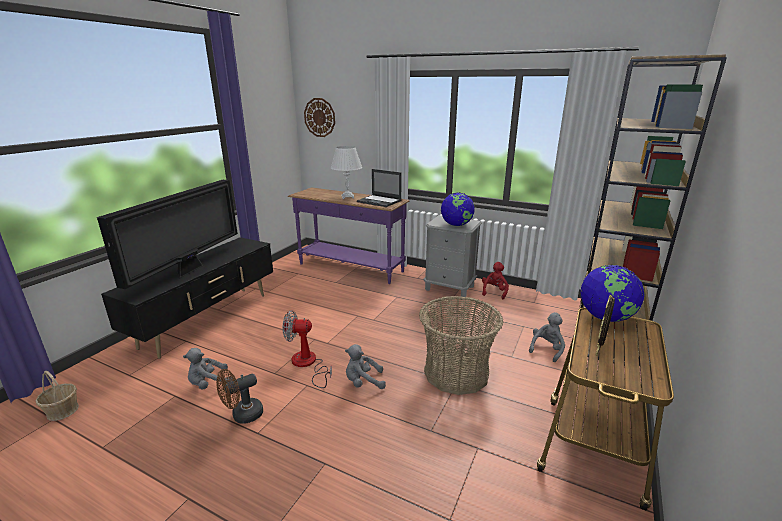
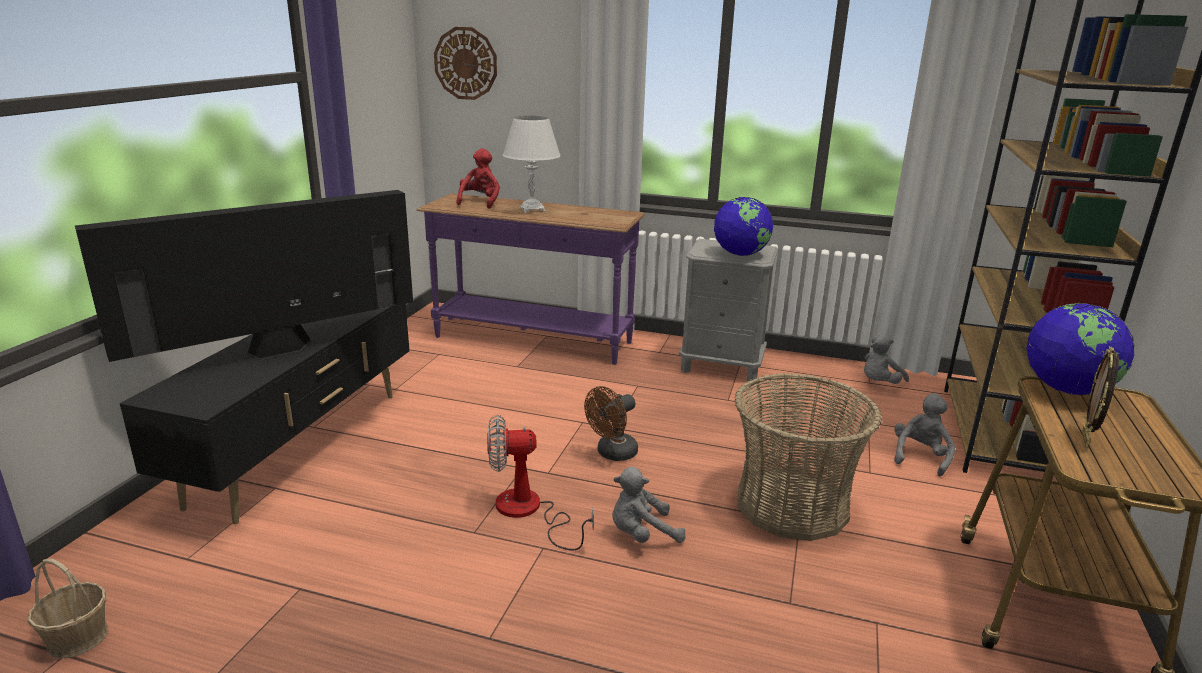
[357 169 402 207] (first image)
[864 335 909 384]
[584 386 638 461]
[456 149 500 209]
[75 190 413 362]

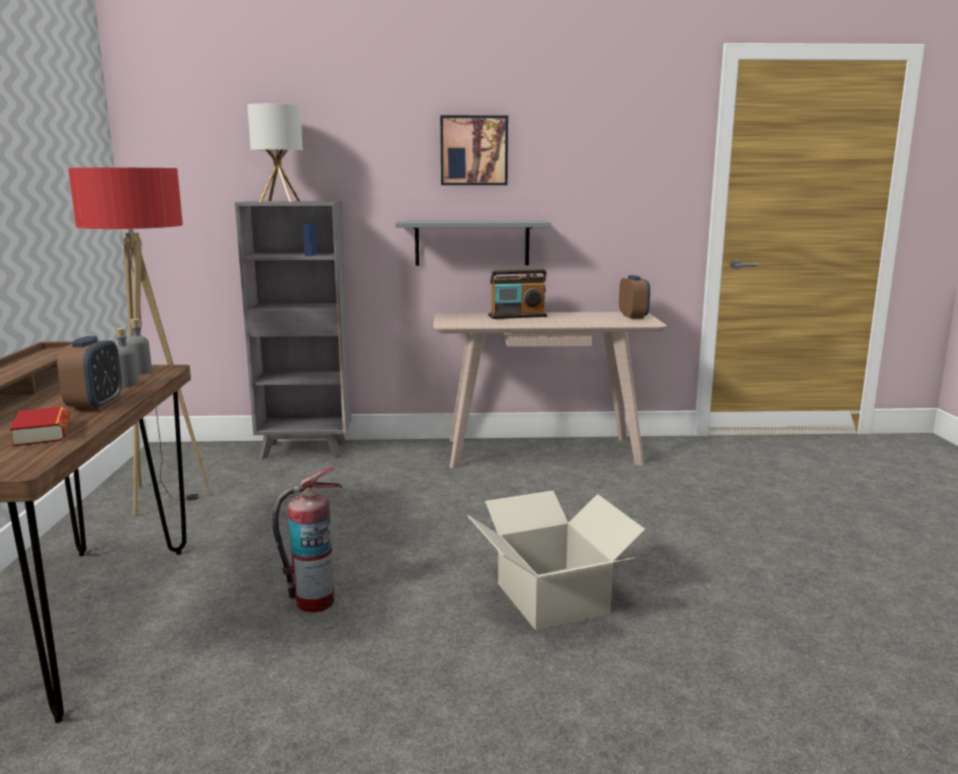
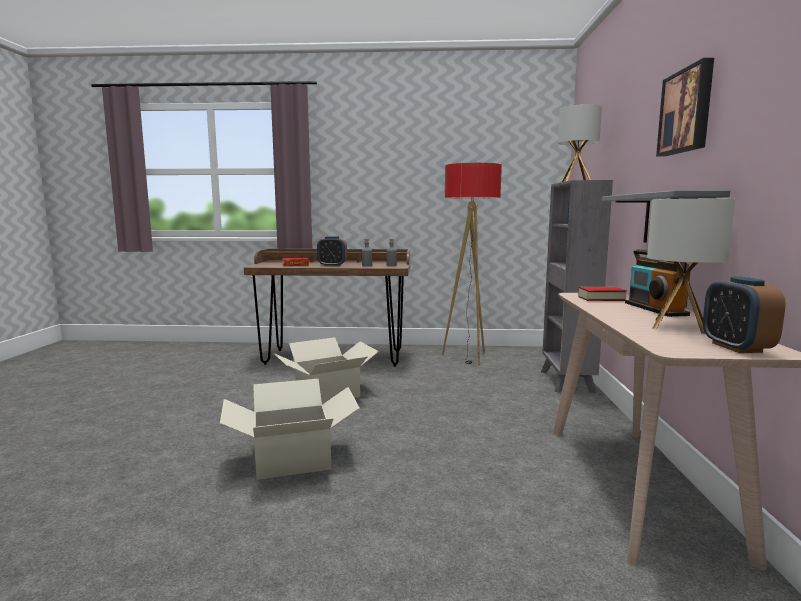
[578 287 627 301]
[647 198 735 334]
[274 337 379 404]
[703 277 786 353]

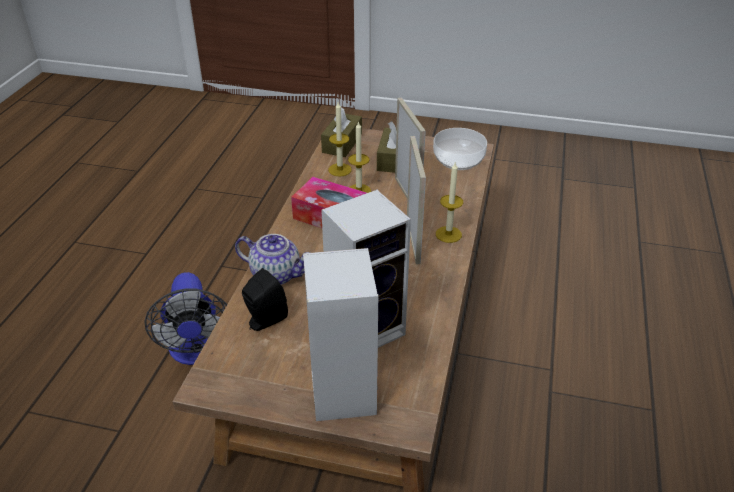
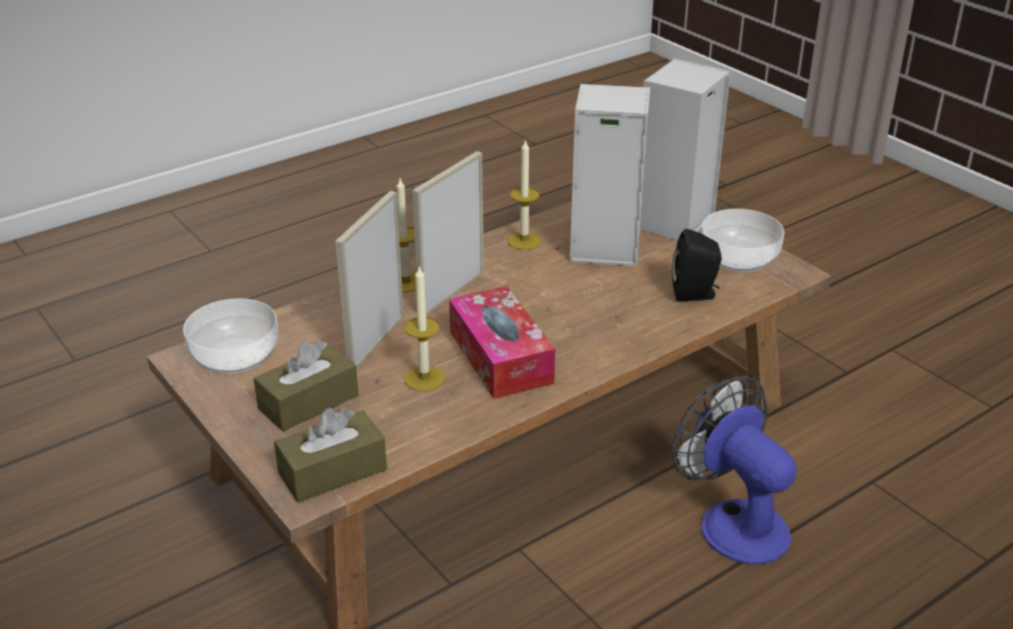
[235 234 310 285] (first image)
[701 209 785 273]
[507 139 542 250]
[673 376 797 565]

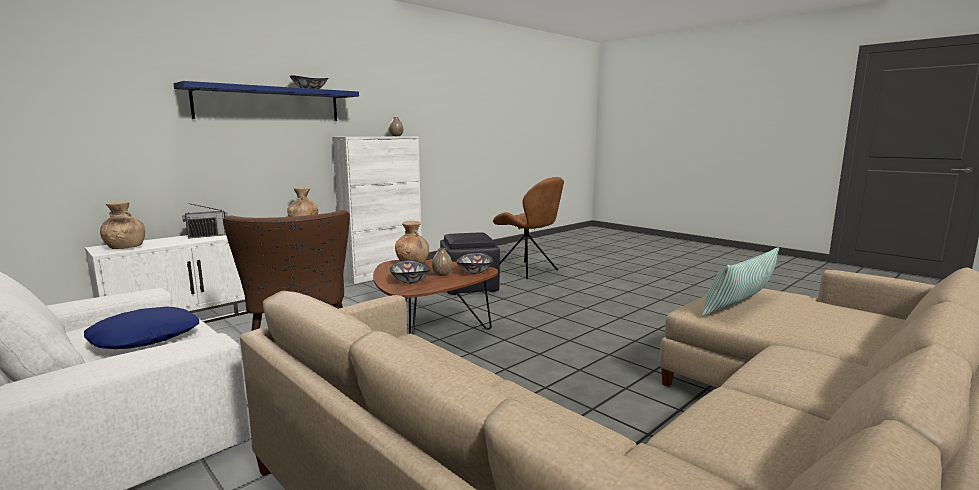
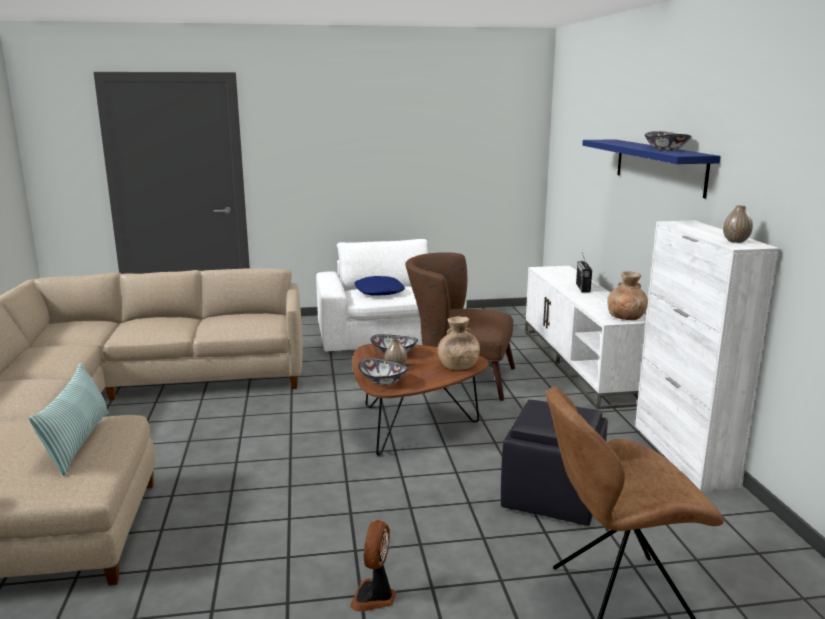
[100 202 145 249] (first image)
[350 520 396 611]

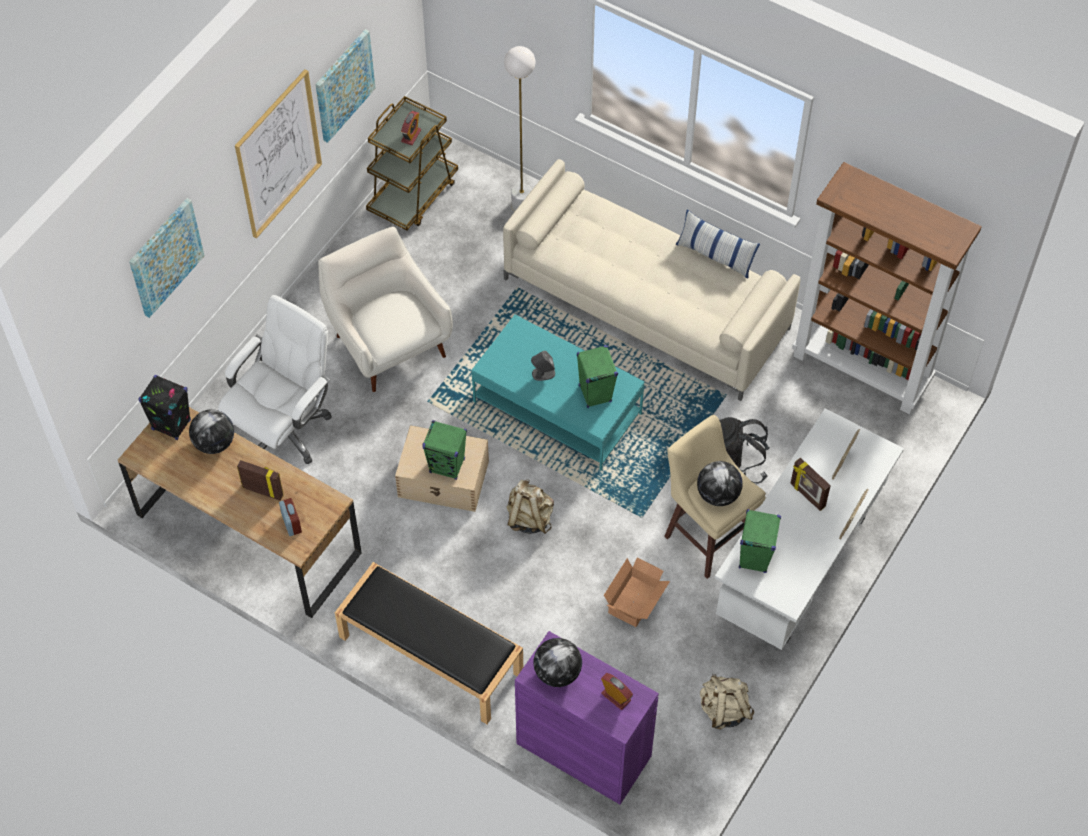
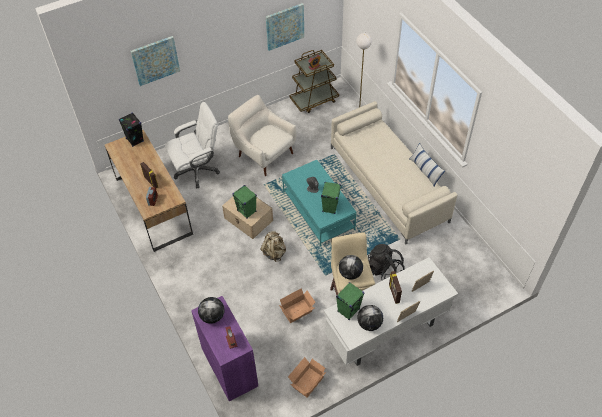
[235 69 322 239] (first image)
[335 562 523 724] (first image)
[792 162 982 414] (first image)
[357 305 383 331]
[288 357 326 397]
[228 95 297 176]

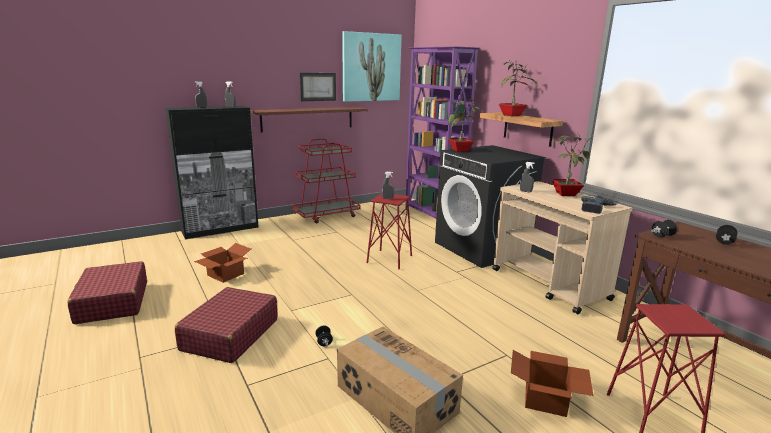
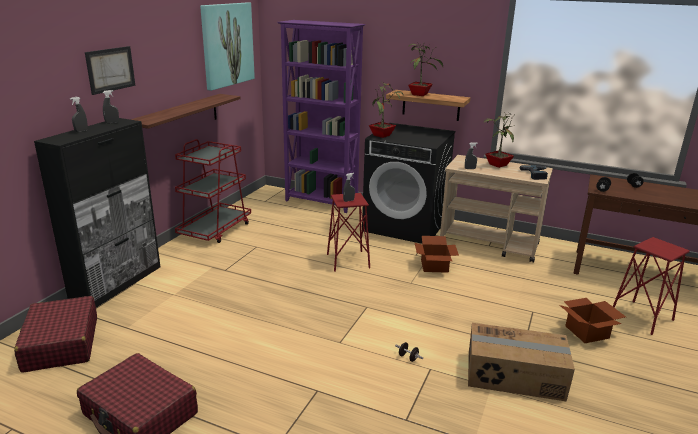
[14 296 97 373]
[415 236 459 273]
[85 46 135 95]

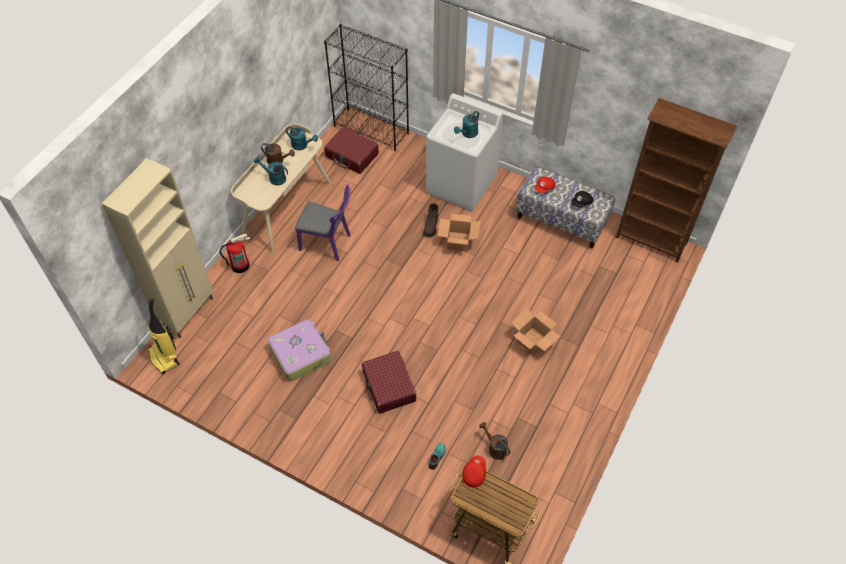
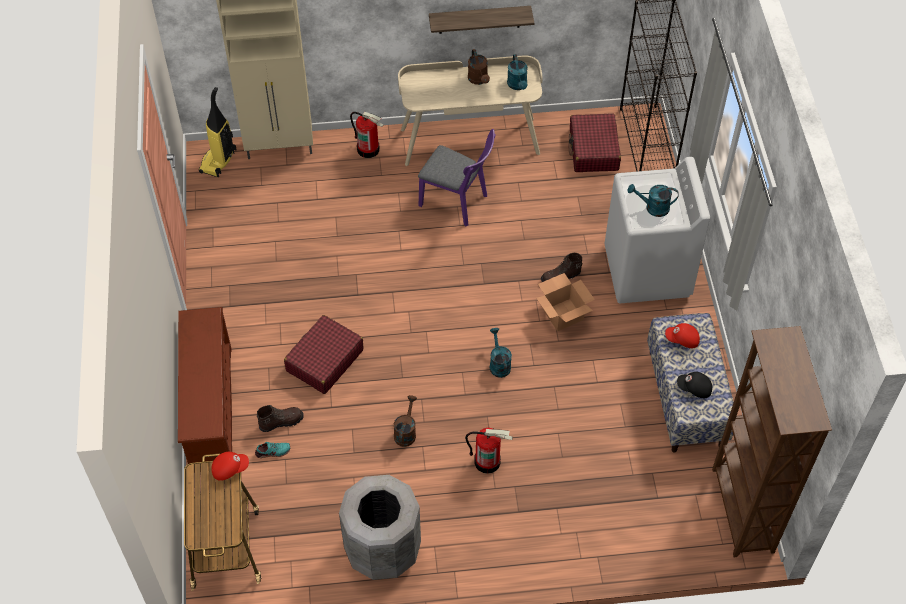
[268 319 331 381] (first image)
[178 307 232 473]
[257 405 304 432]
[339 475 421 580]
[429 6 534 34]
[490 328 512 378]
[394 395 417 447]
[465 428 513 474]
[418 129 495 226]

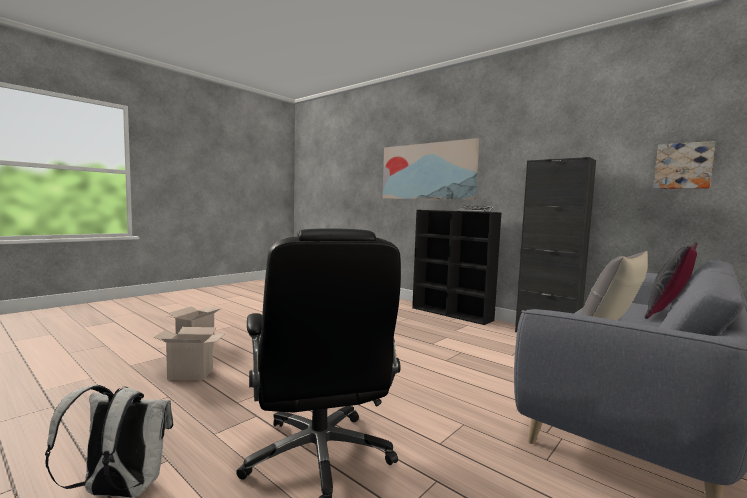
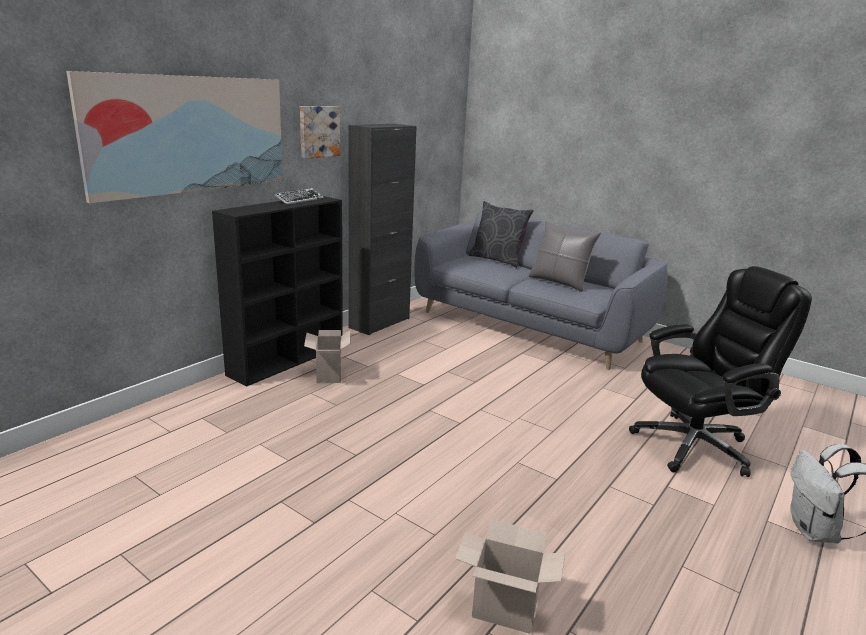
[304 330 351 383]
[300 106 340 159]

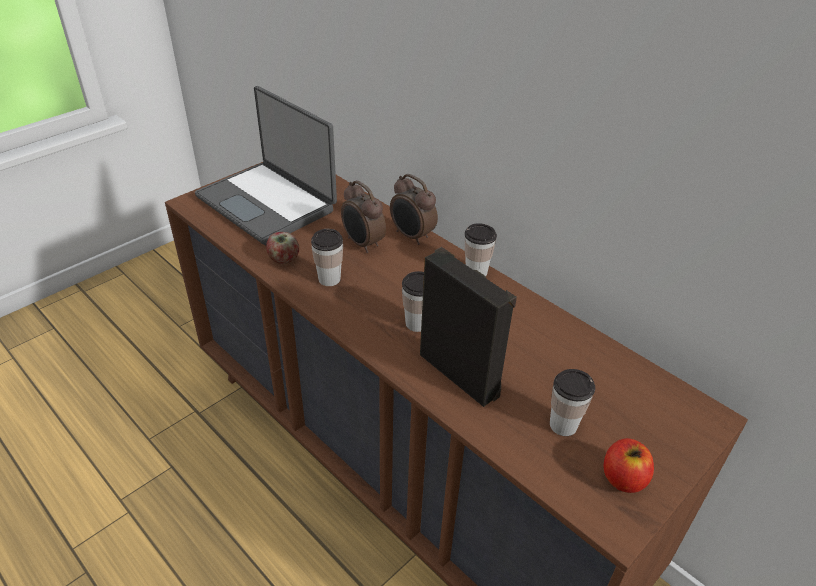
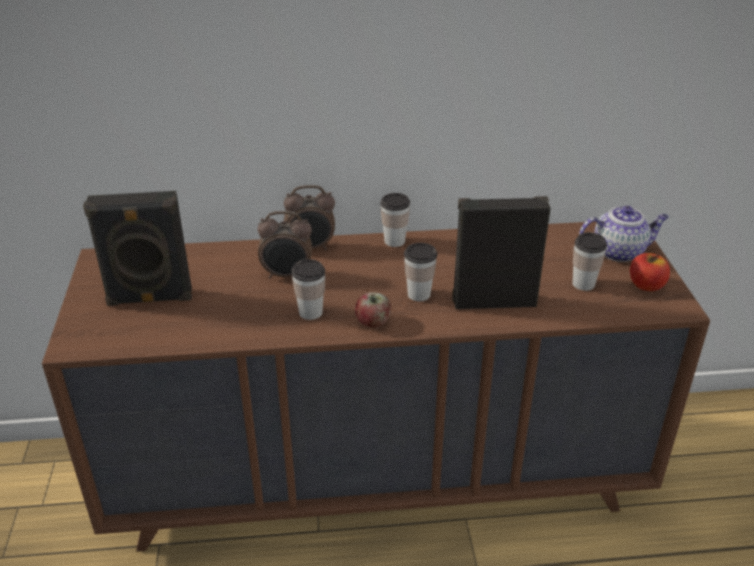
[579 206 669 262]
[355 292 391 327]
[83 191 192 306]

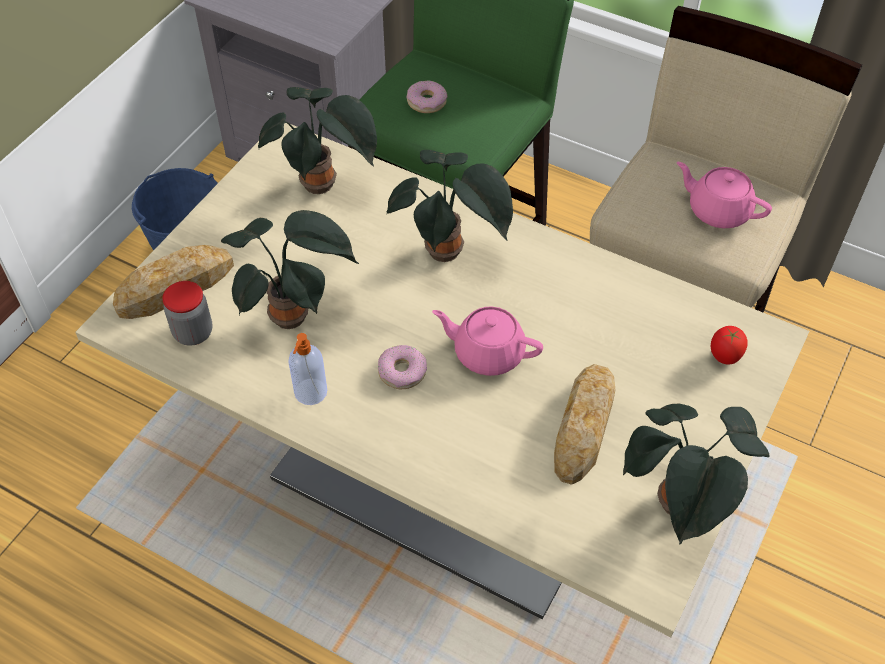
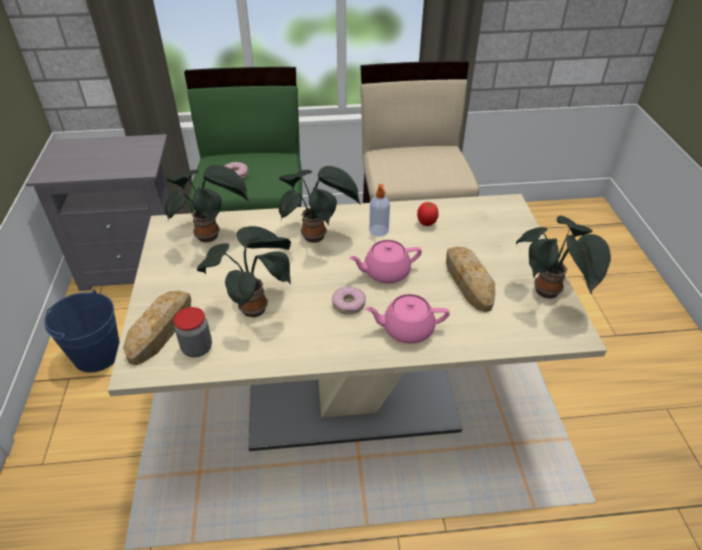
[369 184 390 237]
[365 294 450 344]
[417 202 439 226]

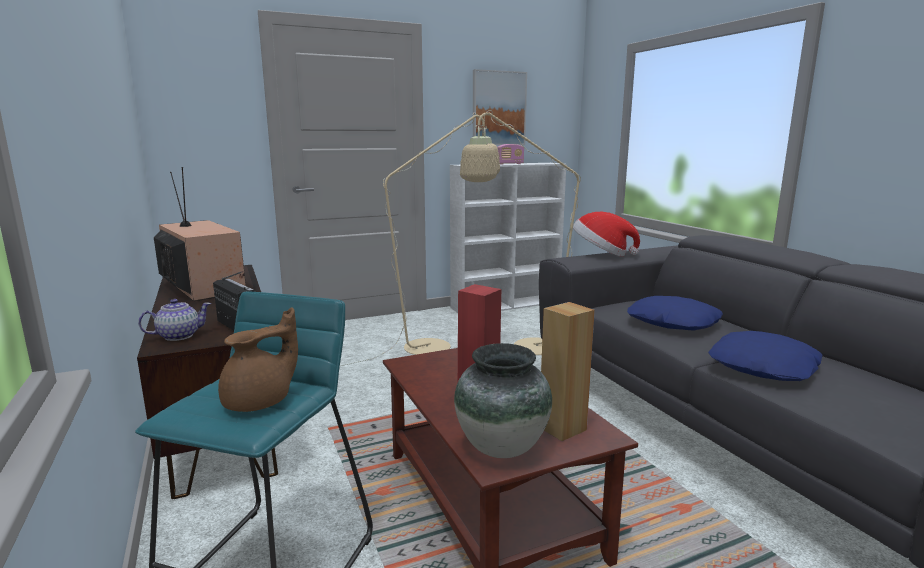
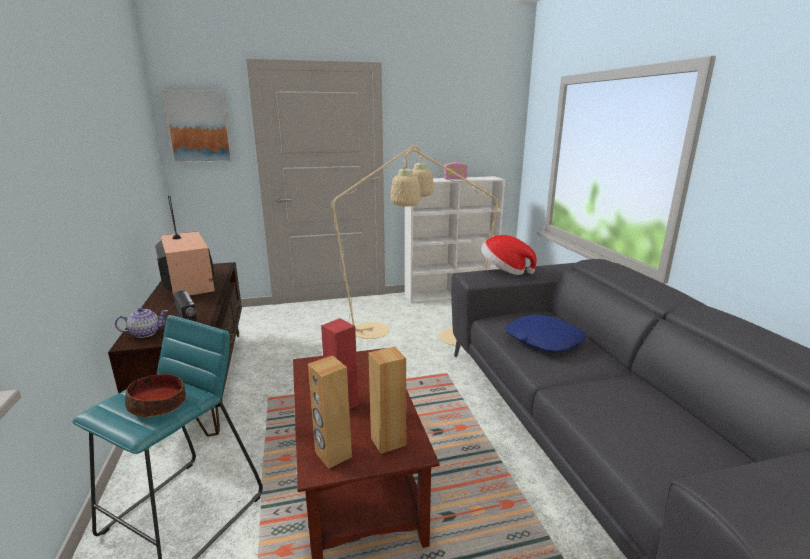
[708 331 822 381] (first image)
[161 90 233 163]
[125 374 186 417]
[308 355 352 469]

